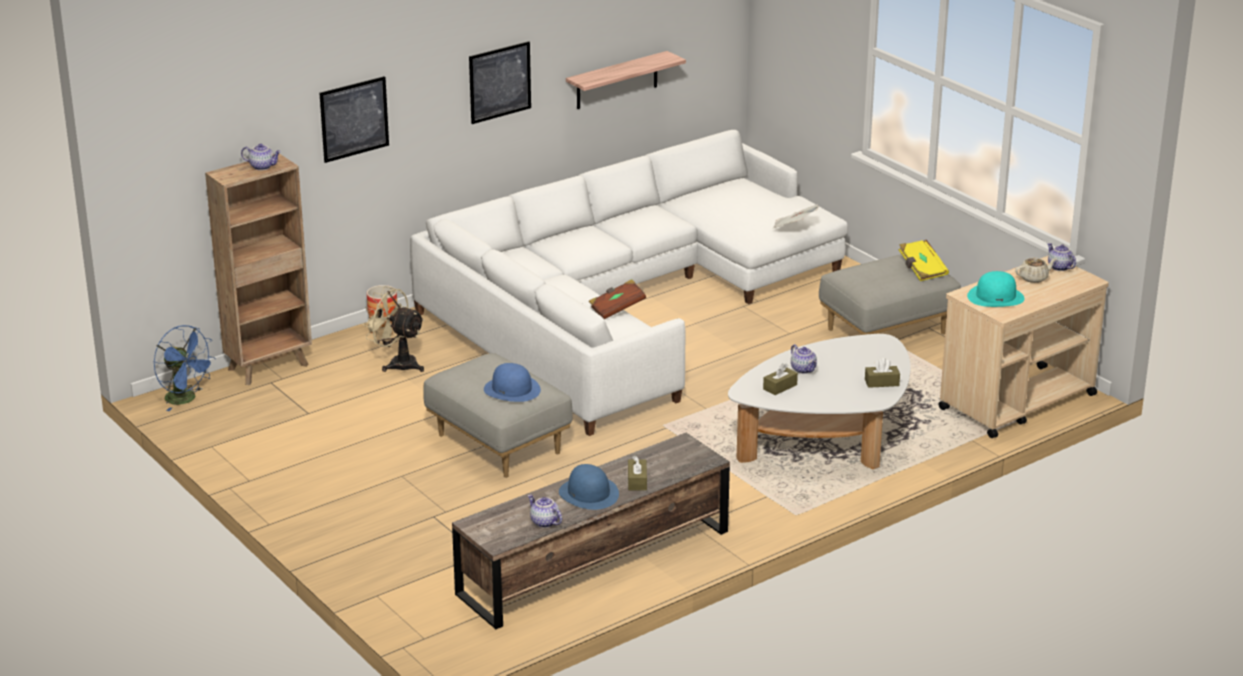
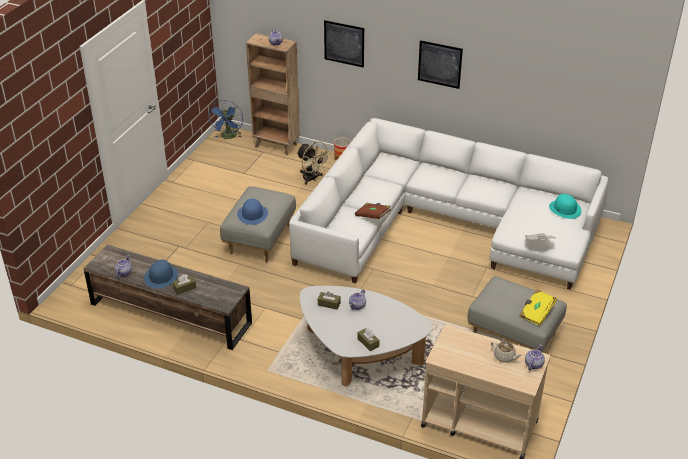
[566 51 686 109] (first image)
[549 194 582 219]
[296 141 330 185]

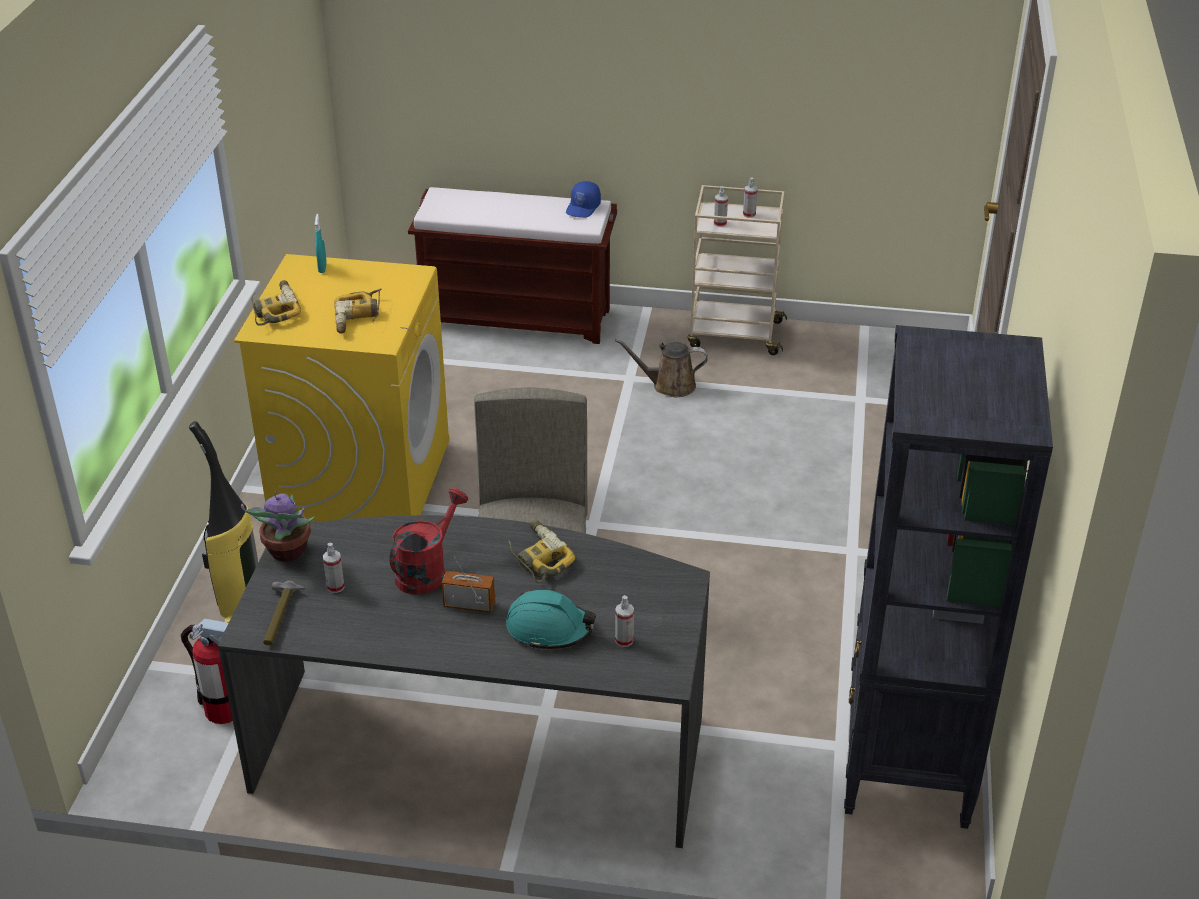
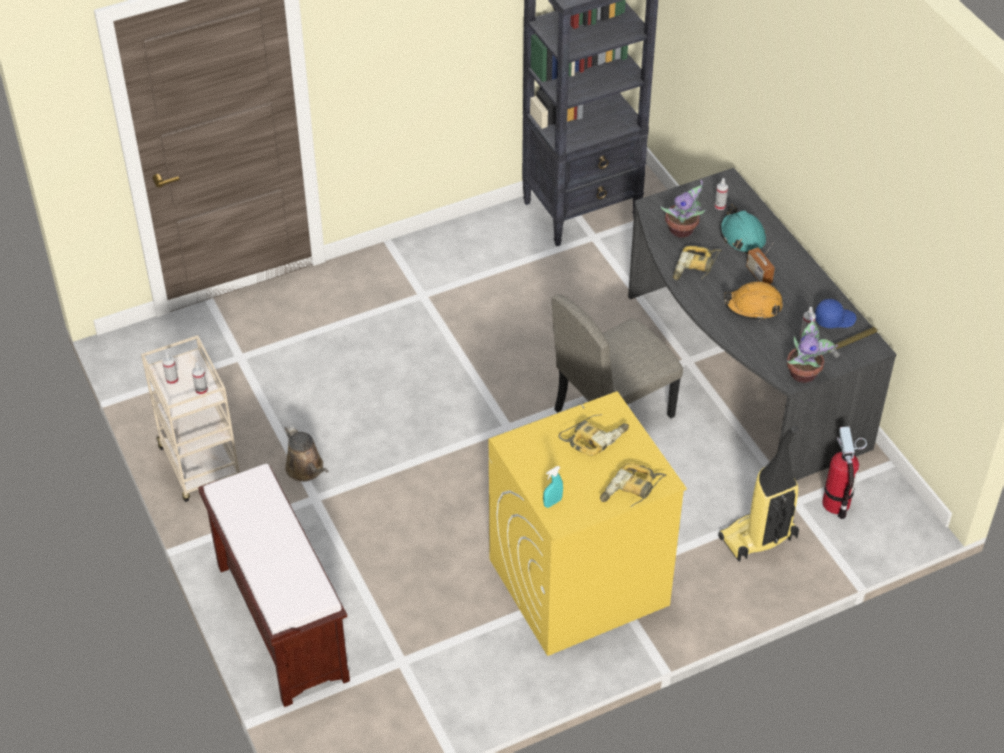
[660 180 706 238]
[815 299 857 328]
[724 281 783 321]

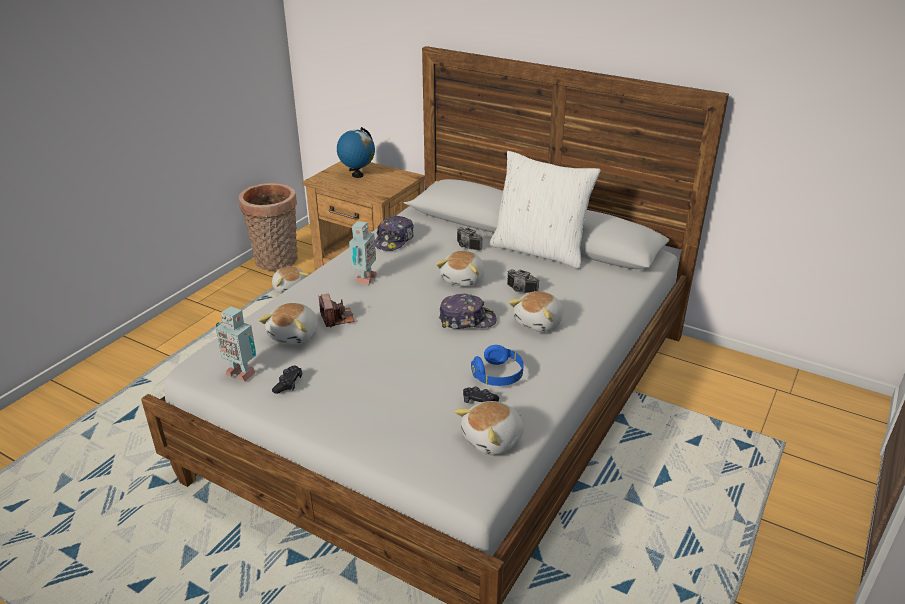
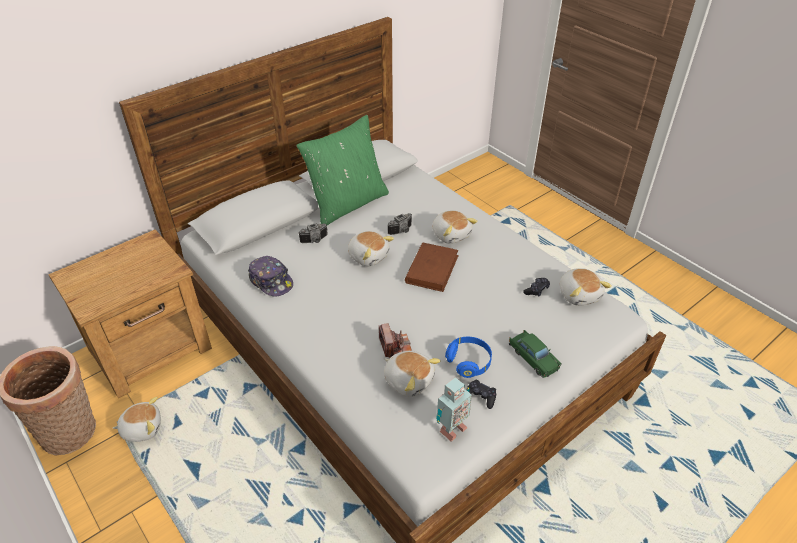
[337 127 375 178] (first image)
[349 221 377 285] (first image)
[509 330 562 378]
[445 337 492 378]
[405 243 459 292]
[297 115 389 225]
[379 323 412 358]

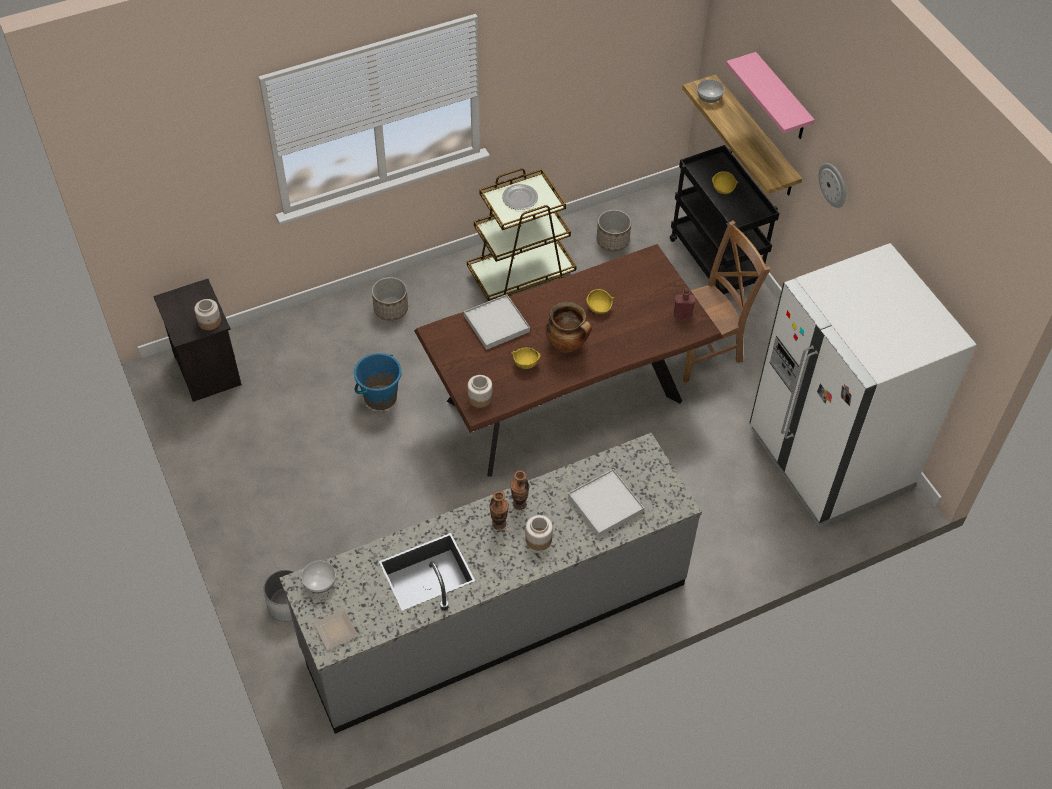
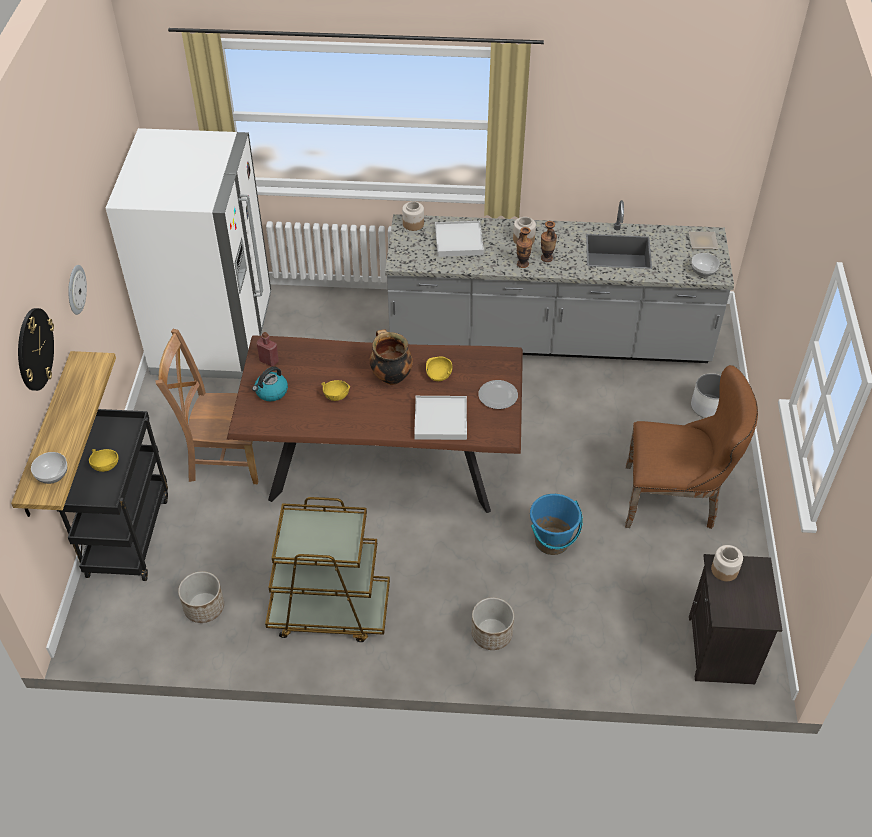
[252 366 288 401]
[625 365 758 529]
[402 201 424 231]
[478 380 518 409]
[18 308 54 391]

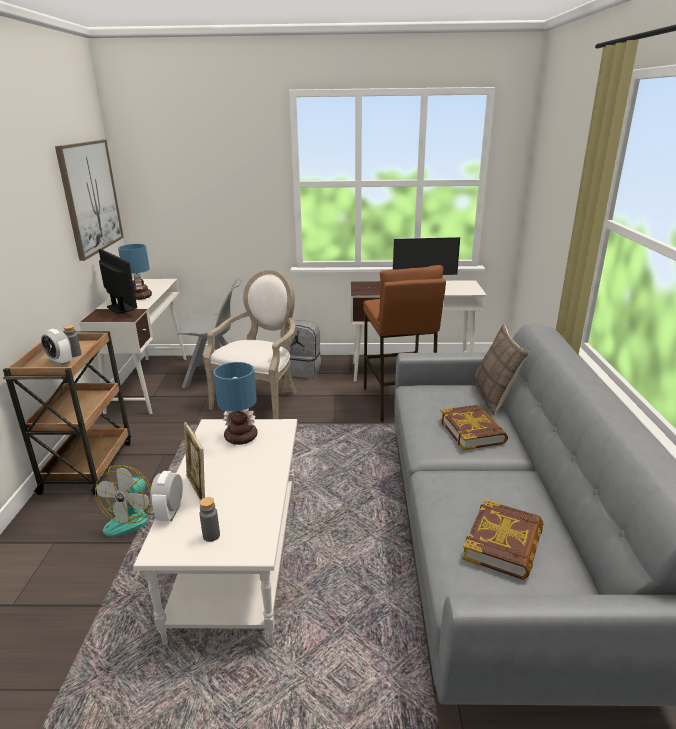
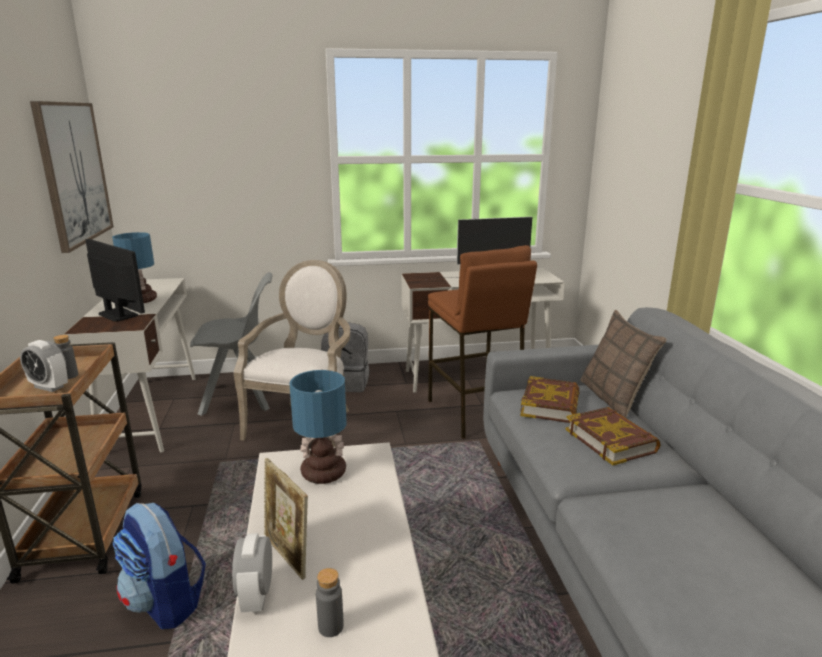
[520 376 579 423]
[113 503 206 629]

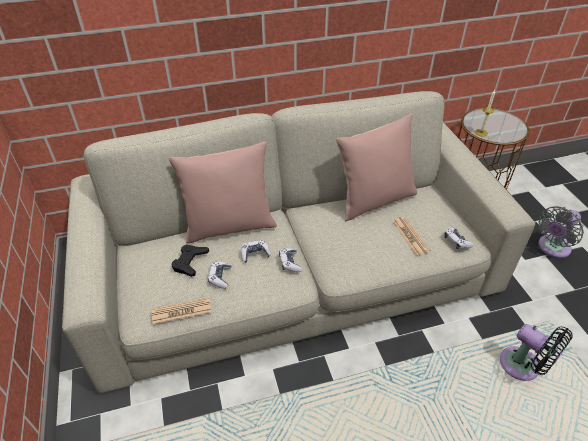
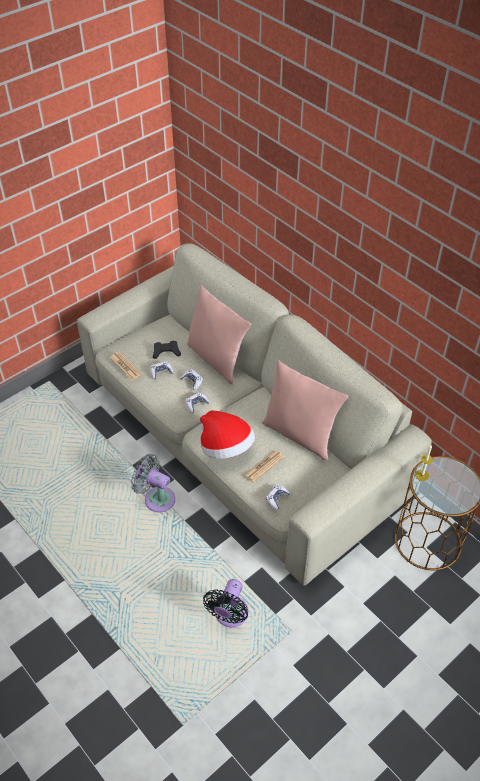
[200 410 255 459]
[131 454 175 512]

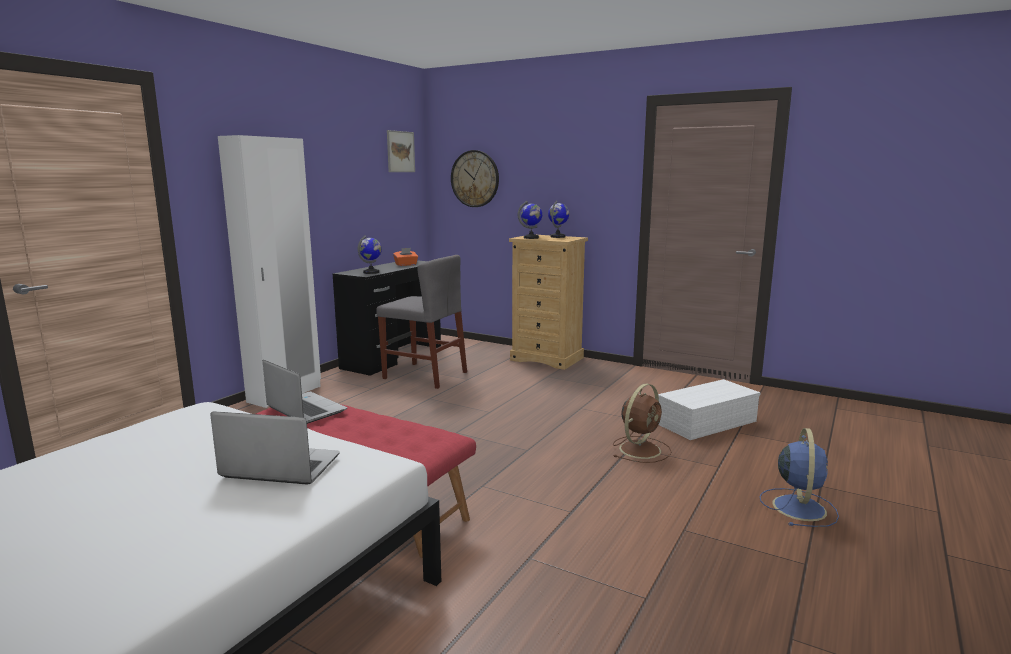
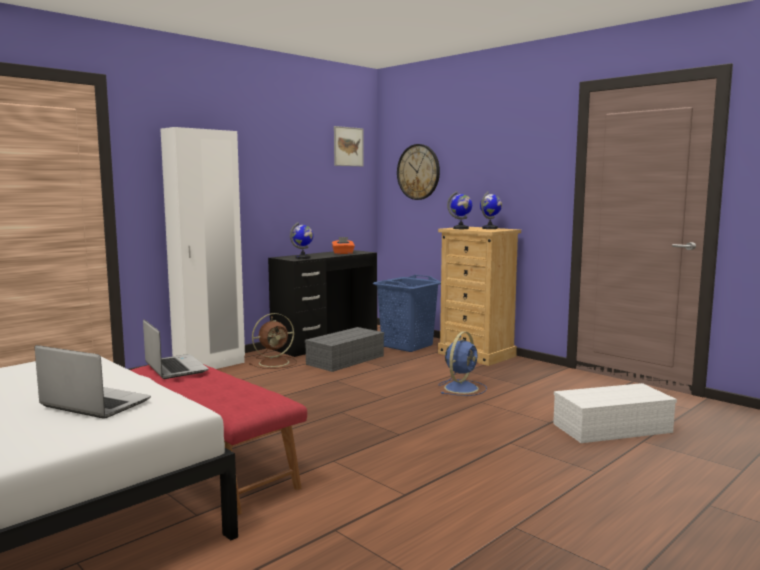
[373 275 441 352]
[249 313 297 369]
[438 331 487 396]
[305 327 384 372]

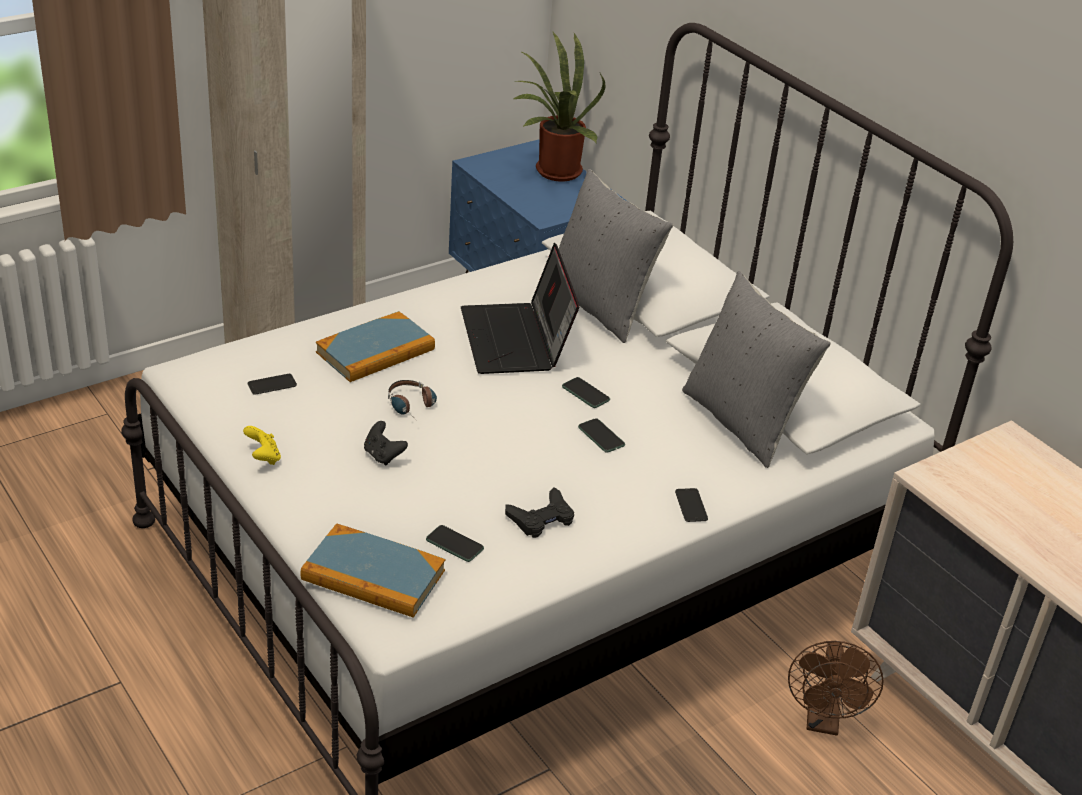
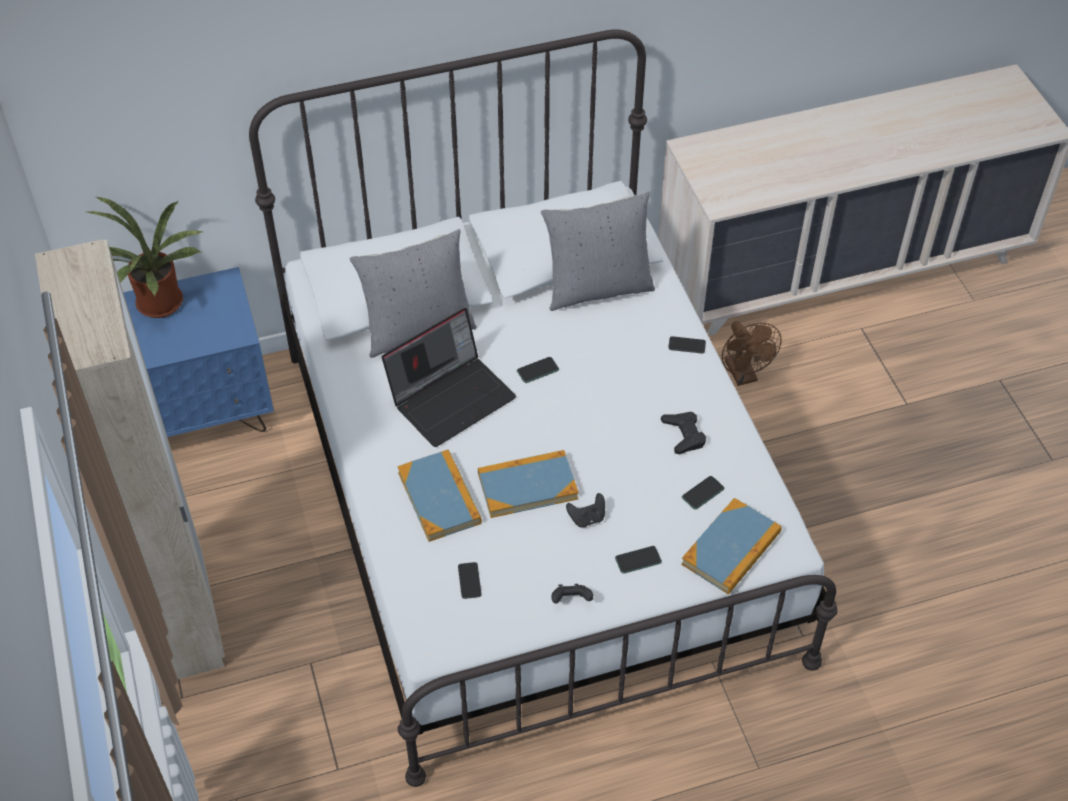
[615 546 662 574]
[478 450 579 518]
[551 584 593 604]
[382 308 516 447]
[722 321 782 386]

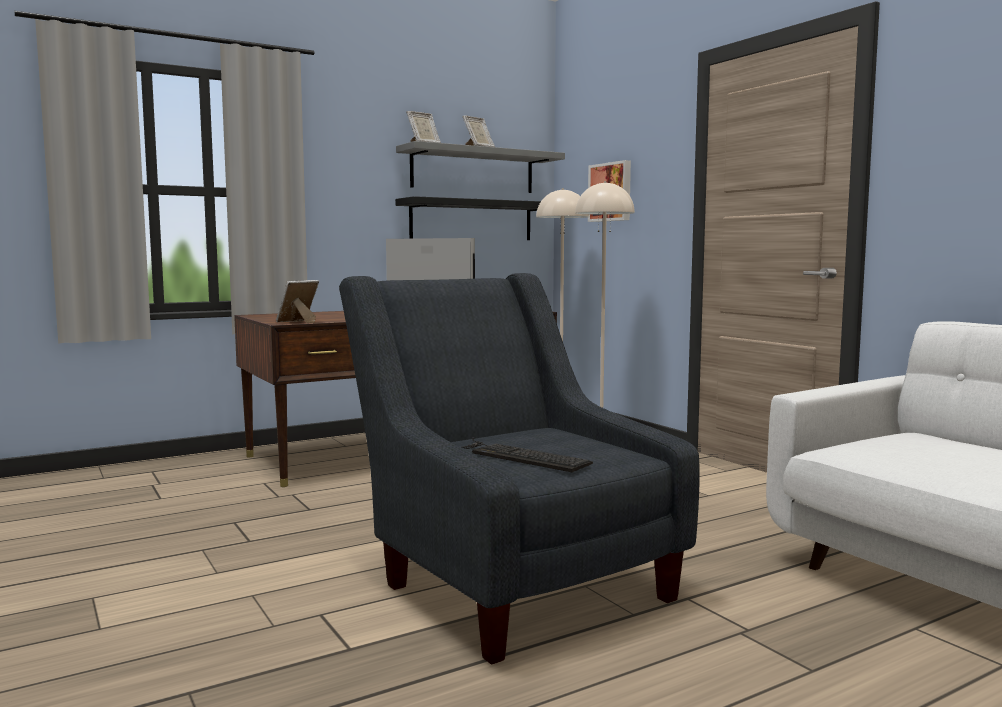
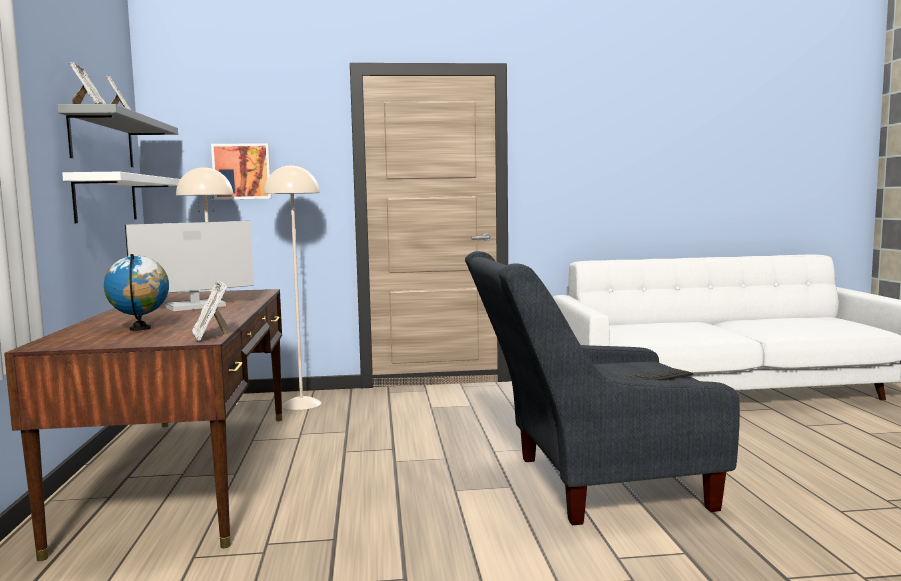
[104 254 169 331]
[62 172 180 223]

